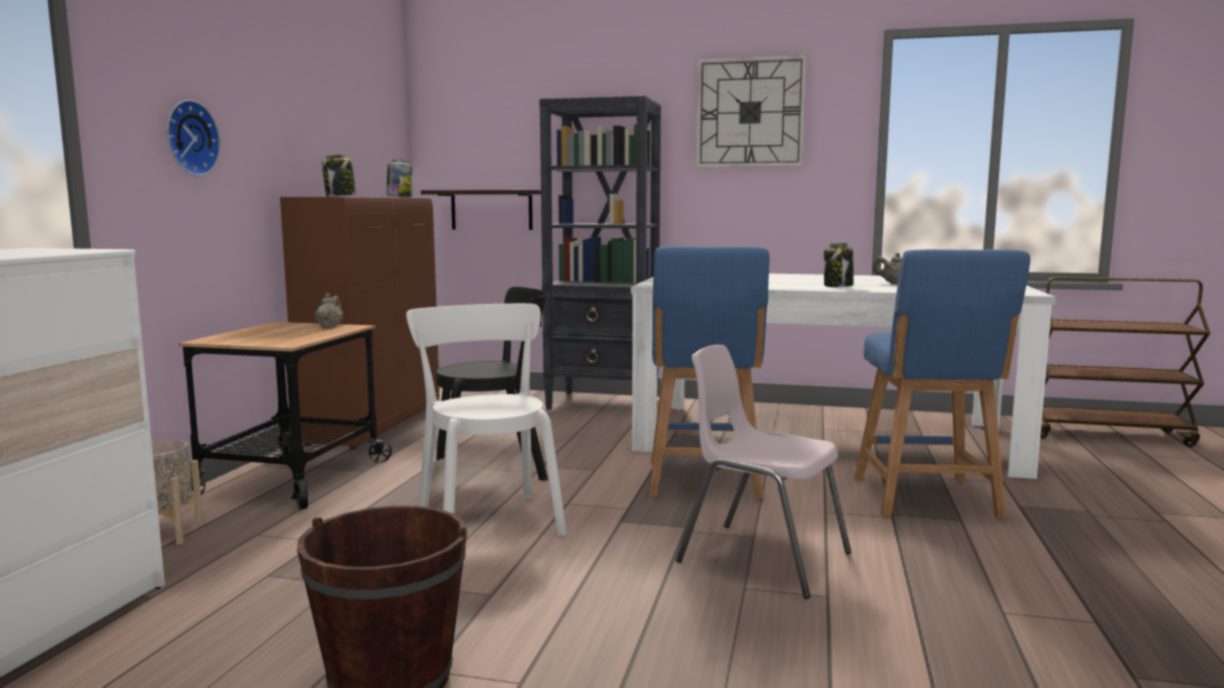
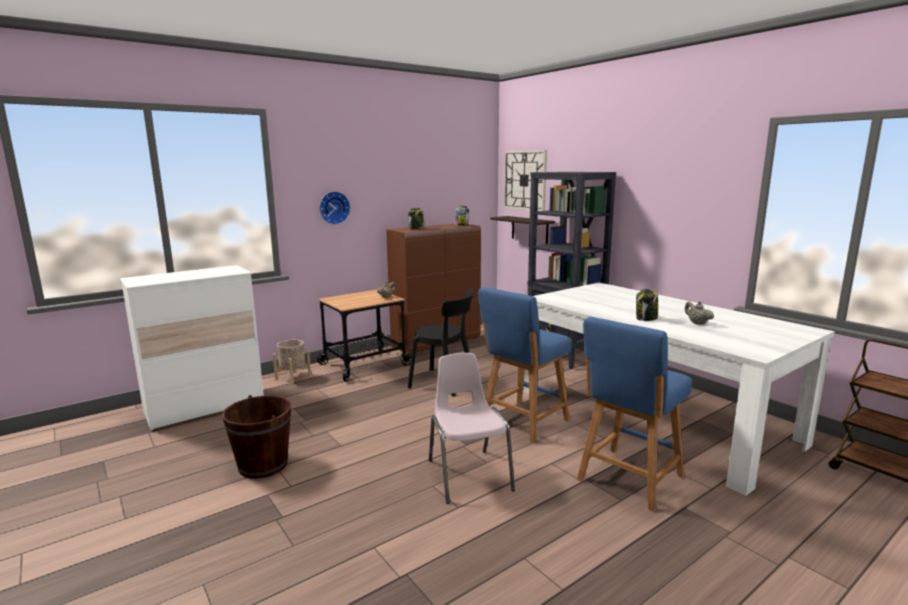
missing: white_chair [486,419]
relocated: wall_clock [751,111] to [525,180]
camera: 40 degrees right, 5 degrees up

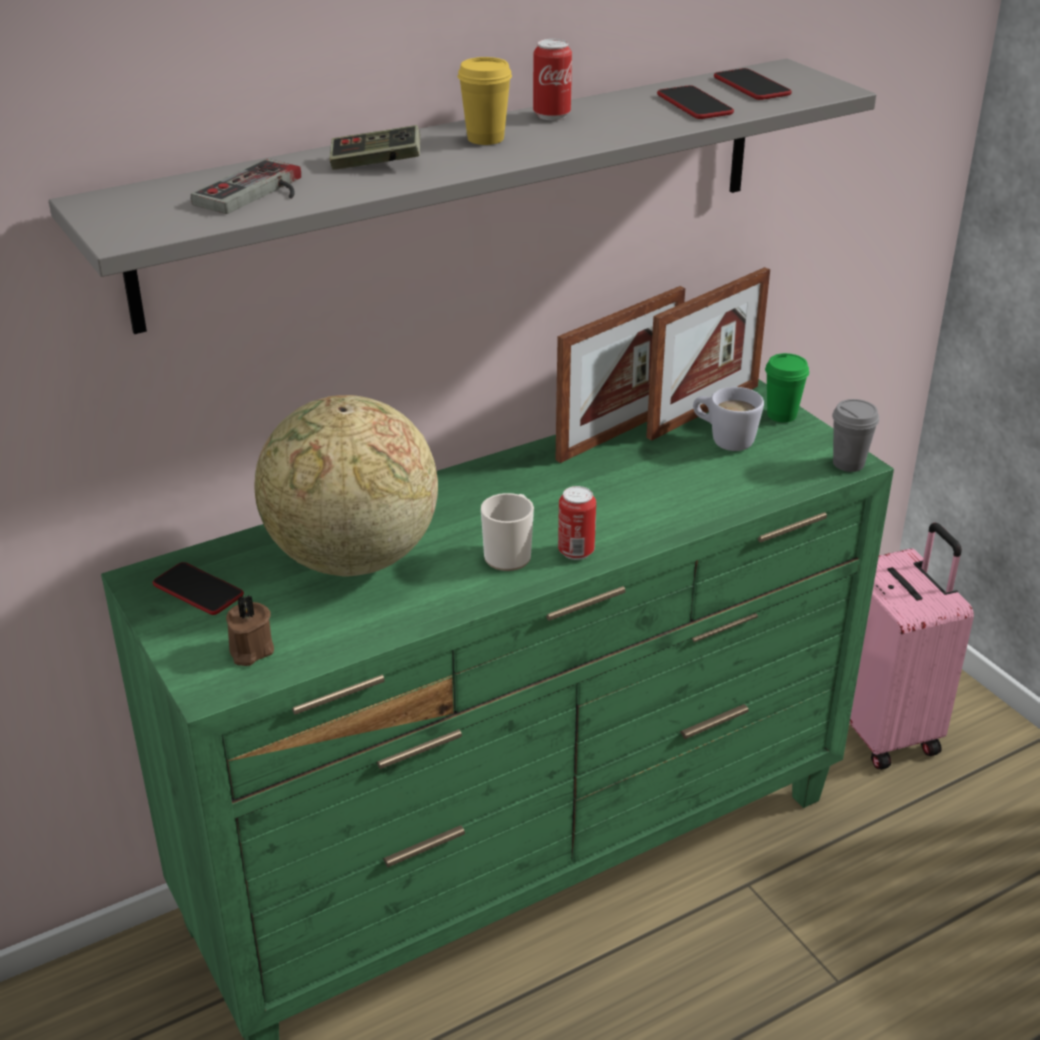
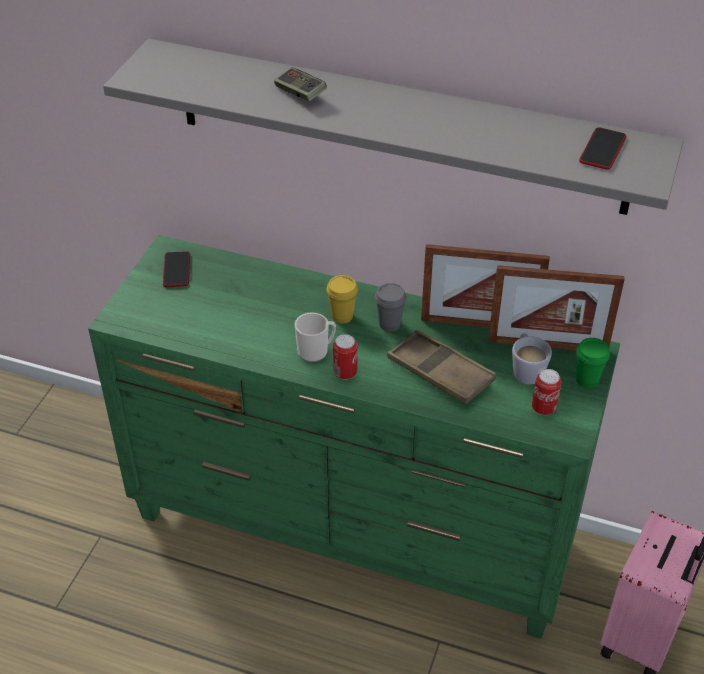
missing: game_controller [246,186]; brown_candle [250,630]; globe [346,486]; phone [695,102]
appeared: brown_tray [441,367]
relocated: yellow_cup [485,101] to [342,299]; can [552,79] to [546,392]; grey_cup [855,435] to [391,307]
camera: 50 degrees right, 10 degrees up

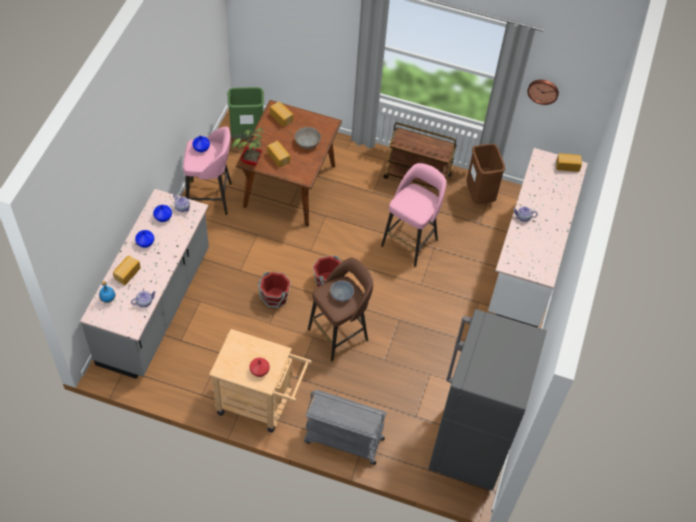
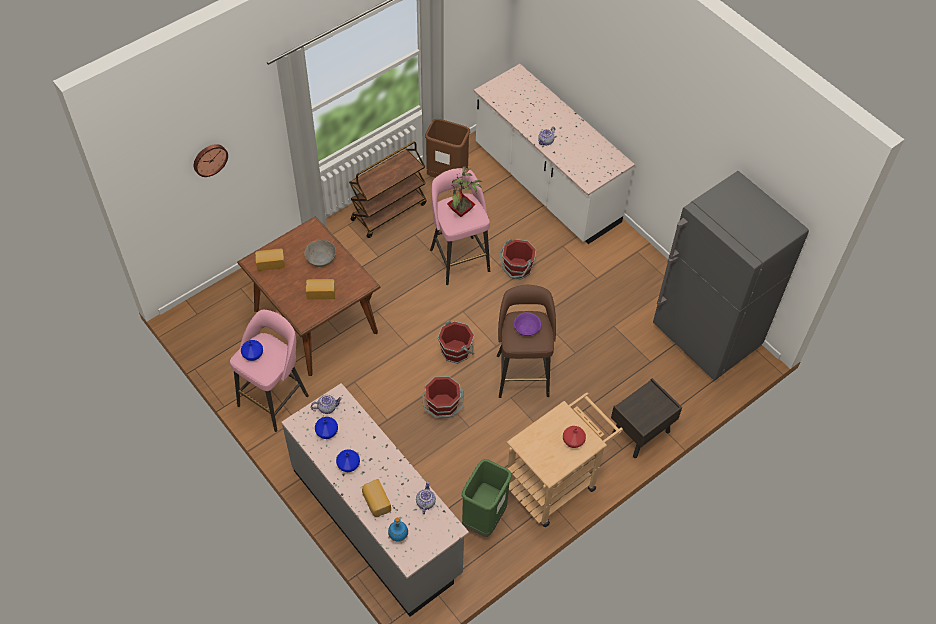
missing: bread [569,162]
appeared: red_bucket [517,259]
relocated: green_trash_can [246,113] to [487,498]; potted_plant [248,146] to [464,191]; wall_clock [543,92] to [211,160]
exchanged: grey_cart [345,427] to brown_nightstand [646,418]
colour: grey_bowl [342,291] to purple_bowl [527,324]
camera: 55 degrees left, 0 degrees up

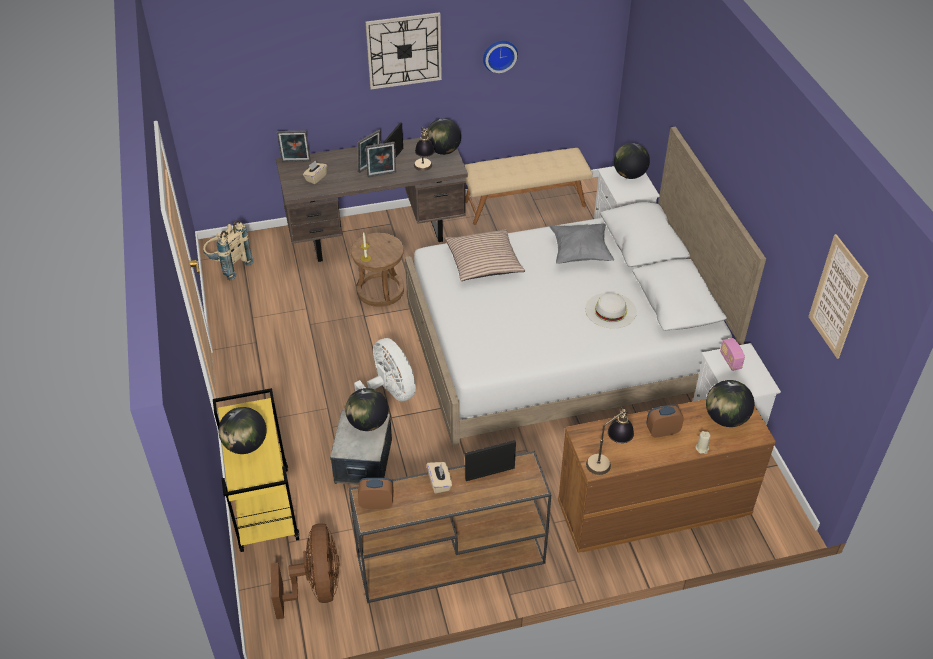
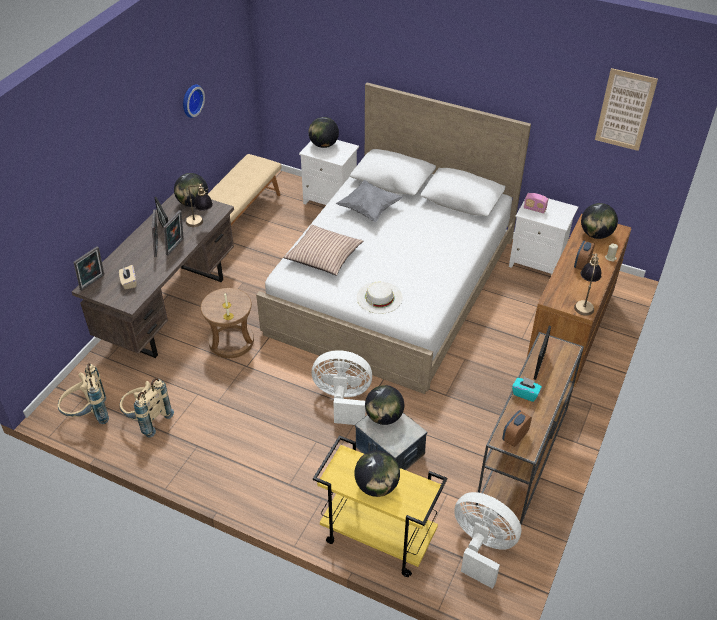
missing: wall_clock [403,50]
appeared: beige_backpack [147,408]
relocated: white_hat [611,310] to [380,298]
colour: brown_fan [305,571] to white_fan [488,540]; beige_tissue_box [439,478] to turquoise_tissue_box [527,389]
camera: 50 degrees left, 0 degrees up

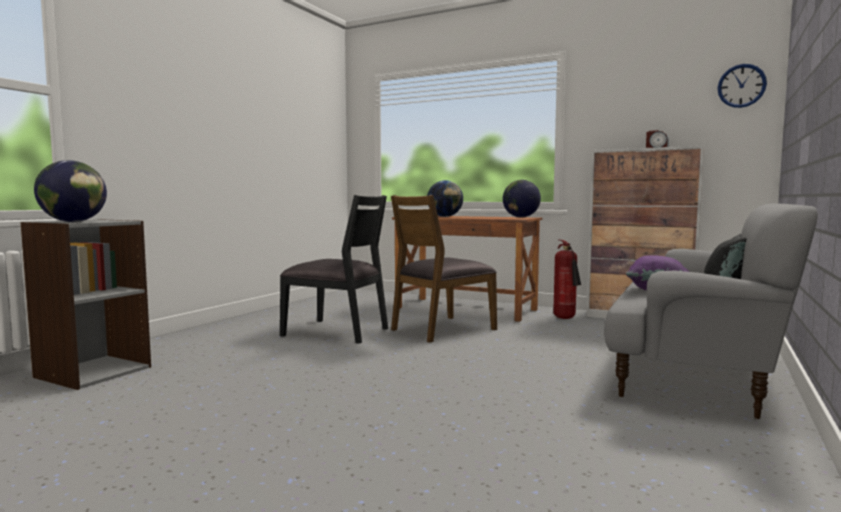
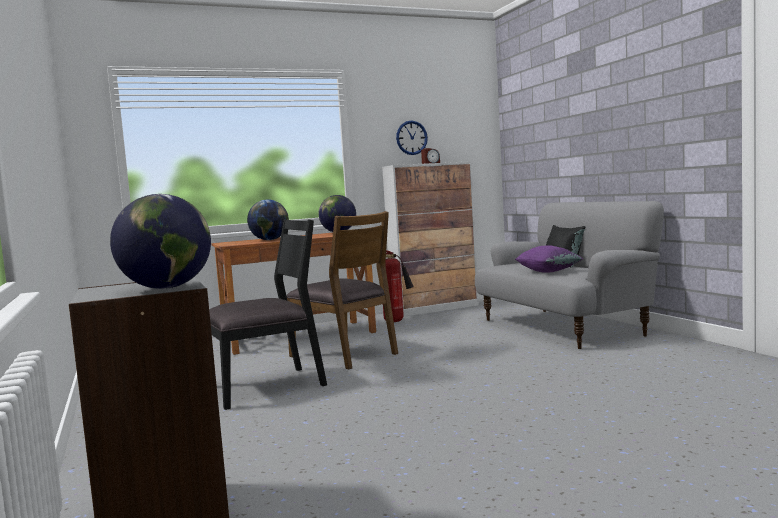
relocated: wall_clock [742,86] to [412,138]
spun: brown_chair [444,269] = [342,290] 45 degrees counterclockwise
camera: 50 degrees left, 0 degrees up

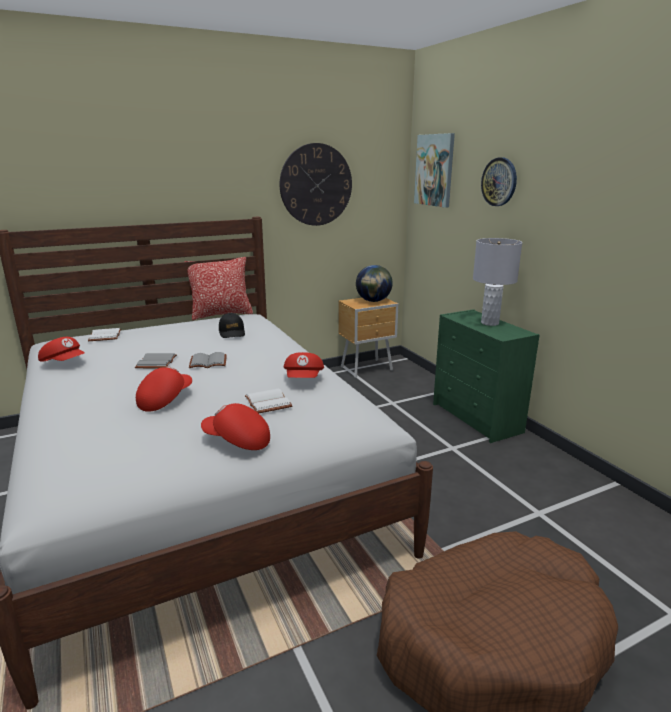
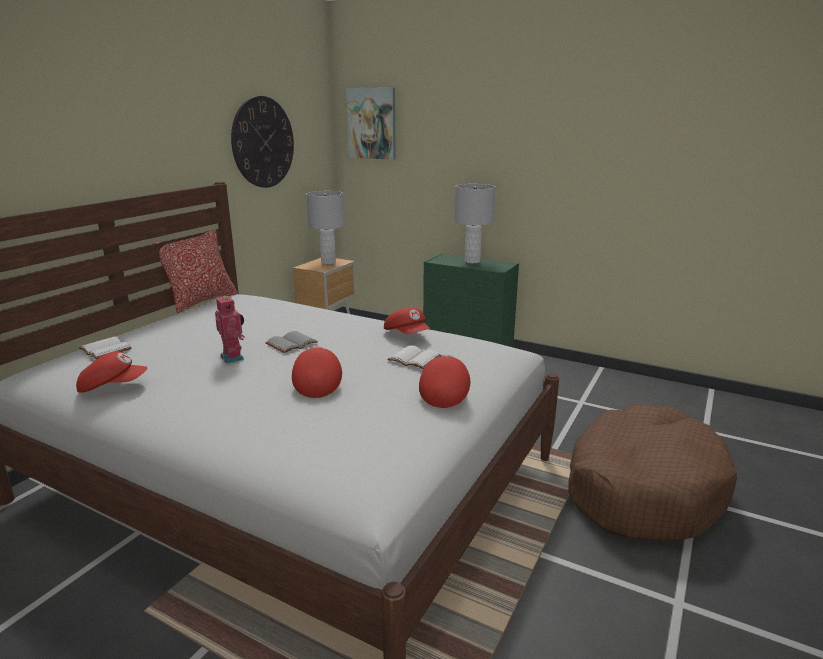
missing: black_cap [232,325]; wall_clock [499,182]
exchanged: grey_book [156,360] to toy_robot [230,329]; globe [374,283] to grey_table_lamp [325,227]
spun: red_cap [235,426] = [444,381] 120 degrees clockwise
camera: 35 degrees left, 0 degrees up

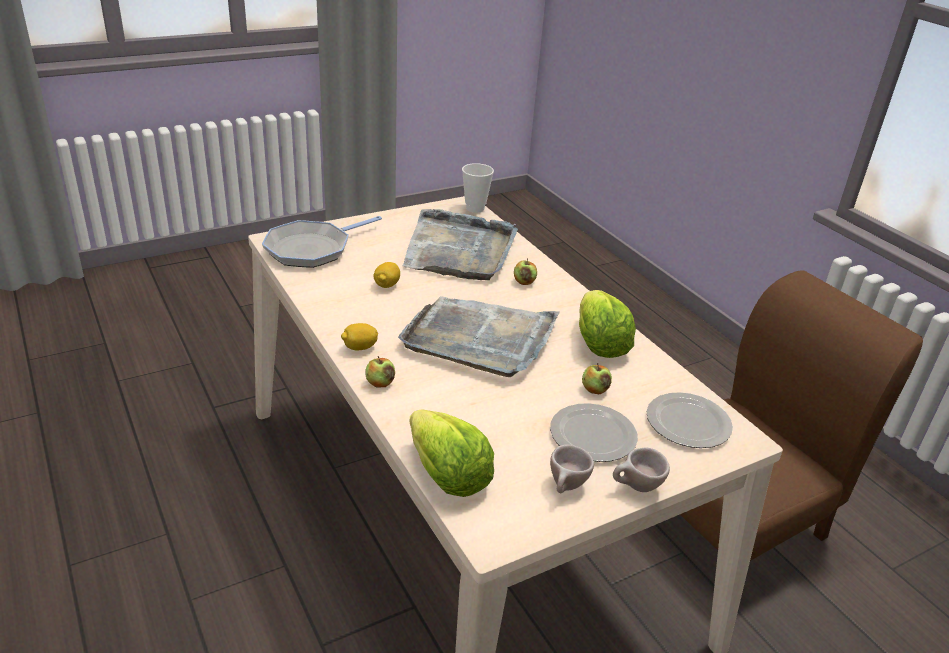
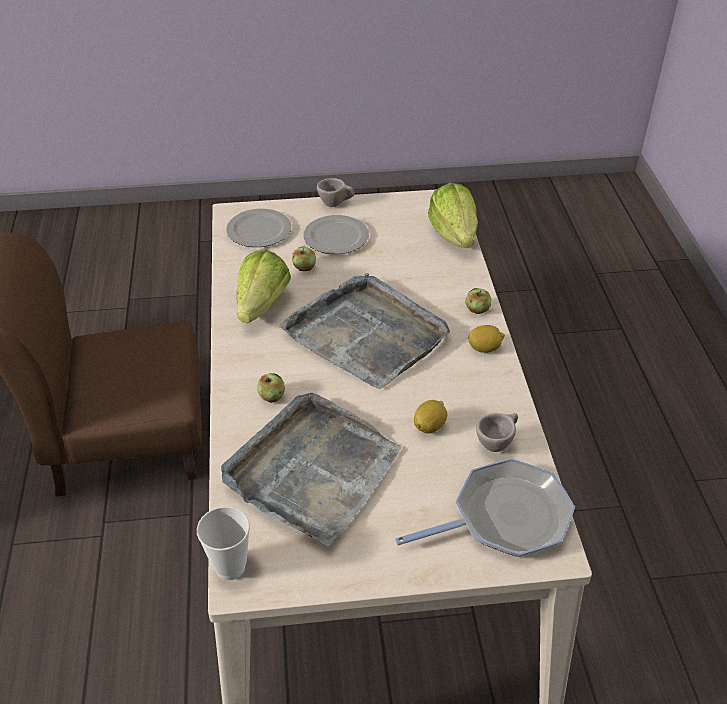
relocated: beige_cup [572,469] to [497,432]
camera: 155 degrees left, 10 degrees up

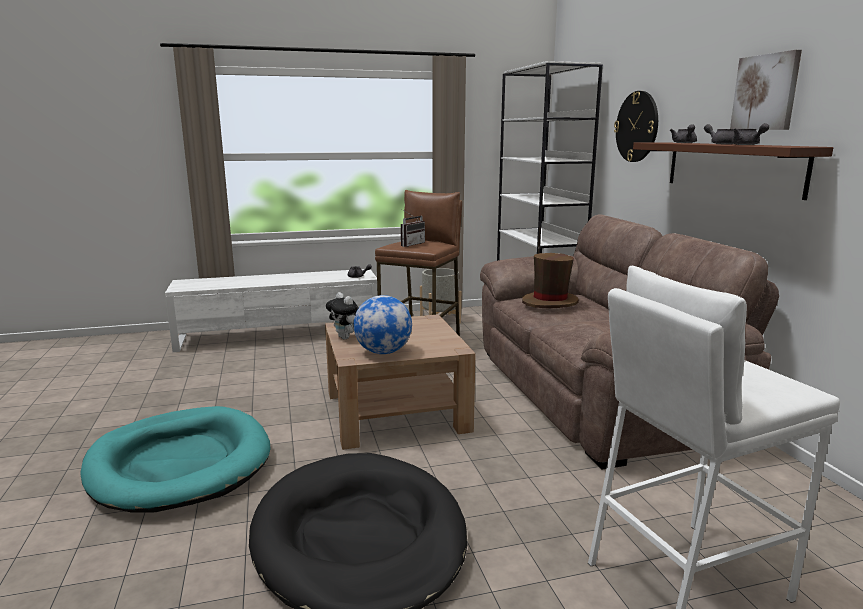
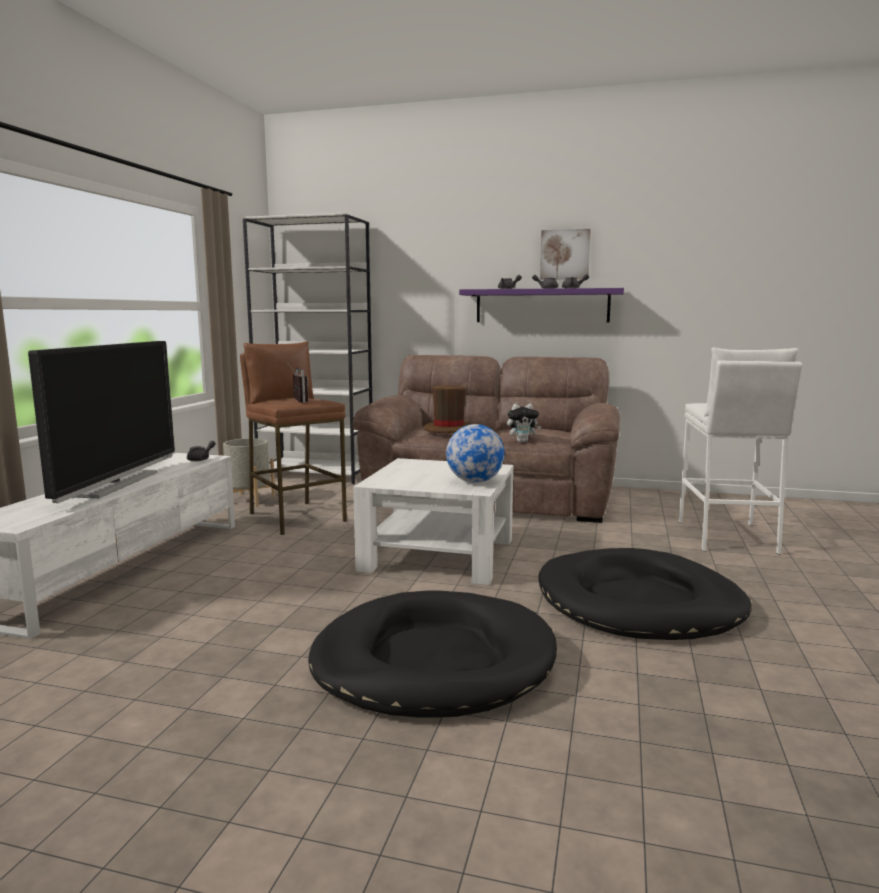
missing: wall_clock [636,126]
appeared: television [101,422]
relocated: plush_toy [342,315] to [524,423]
colour: turquoise_dog_bed [175,459] to black_dog_bed [432,653]; brown_coffee_table [400,382] to white_coffee_table [433,521]; brown_shelf [733,171] to purple_shelf [541,305]
camera: 60 degrees left, 5 degrees down

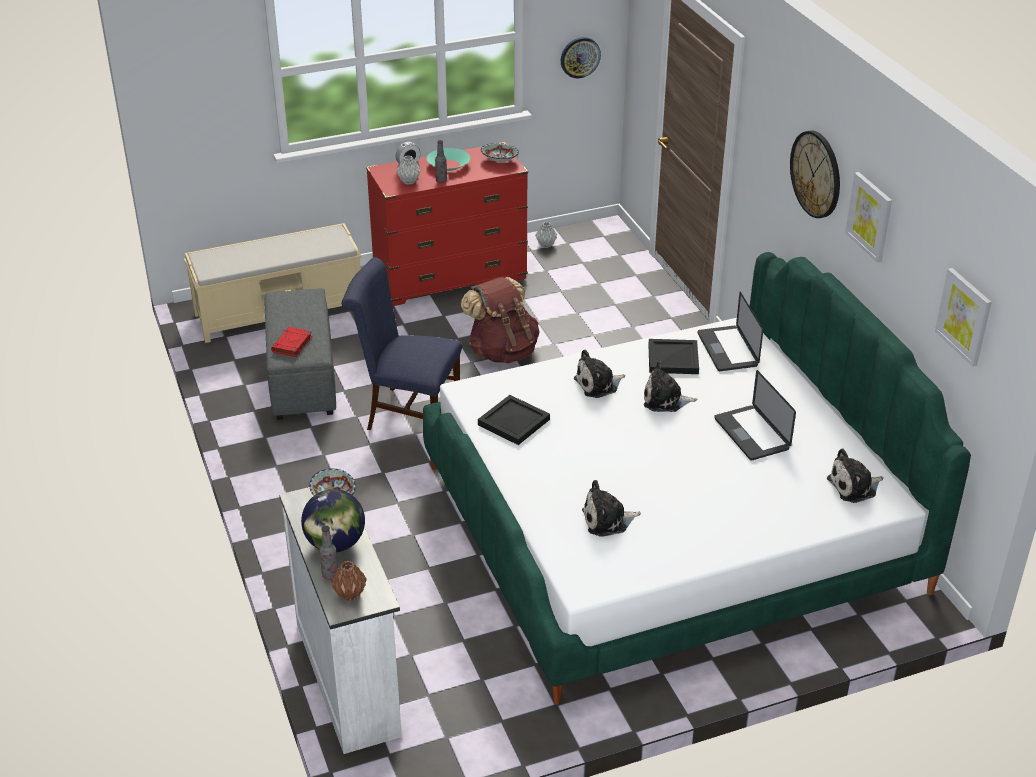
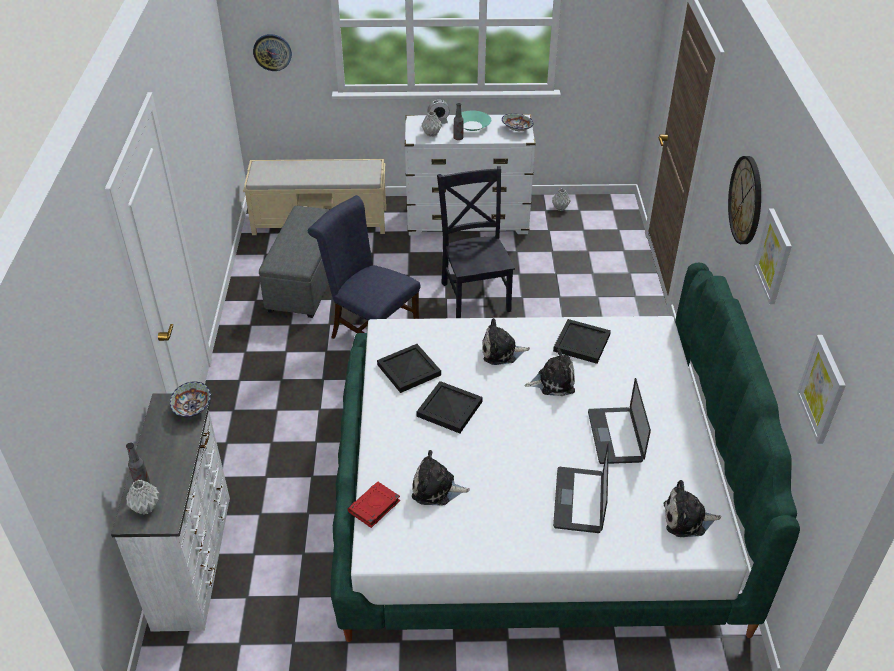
missing: globe [333,520]
appeared: black_tray [449,407]
relocated: red_book [291,342] to [374,505]; wall_clock [581,57] to [272,52]; laptop [730,331] to [581,487]
exchanged: brown_backpack [500,320] to black_chair [476,242]
colour: brown_vase [349,581] to grey_vase [143,497]; red_dresser [447,224] to white_dresser [470,174]
spun: plush_toy [671,387] = [550,372] 150 degrees clockwise
camera: 20 degrees right, 5 degrees up

